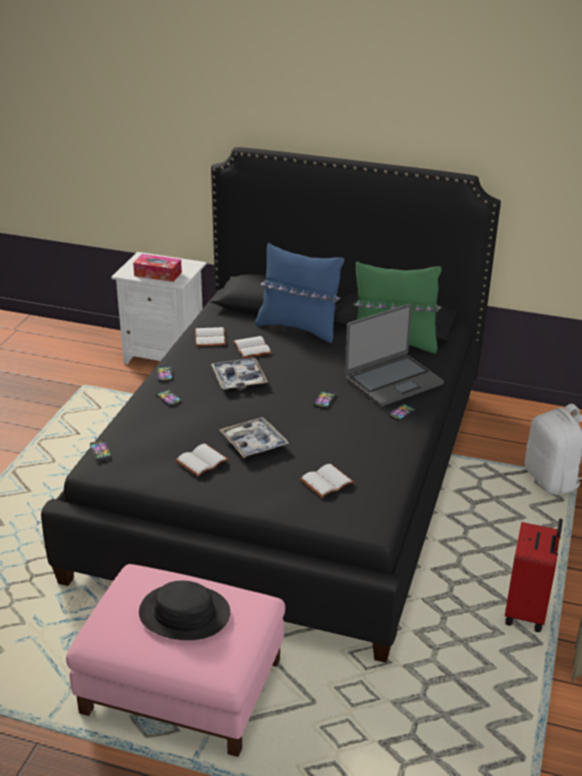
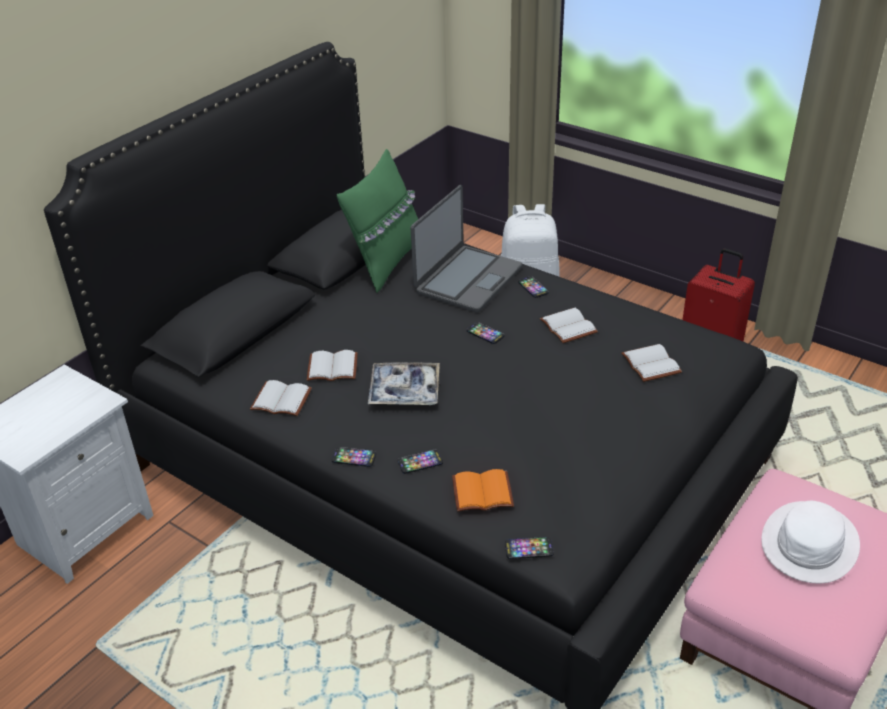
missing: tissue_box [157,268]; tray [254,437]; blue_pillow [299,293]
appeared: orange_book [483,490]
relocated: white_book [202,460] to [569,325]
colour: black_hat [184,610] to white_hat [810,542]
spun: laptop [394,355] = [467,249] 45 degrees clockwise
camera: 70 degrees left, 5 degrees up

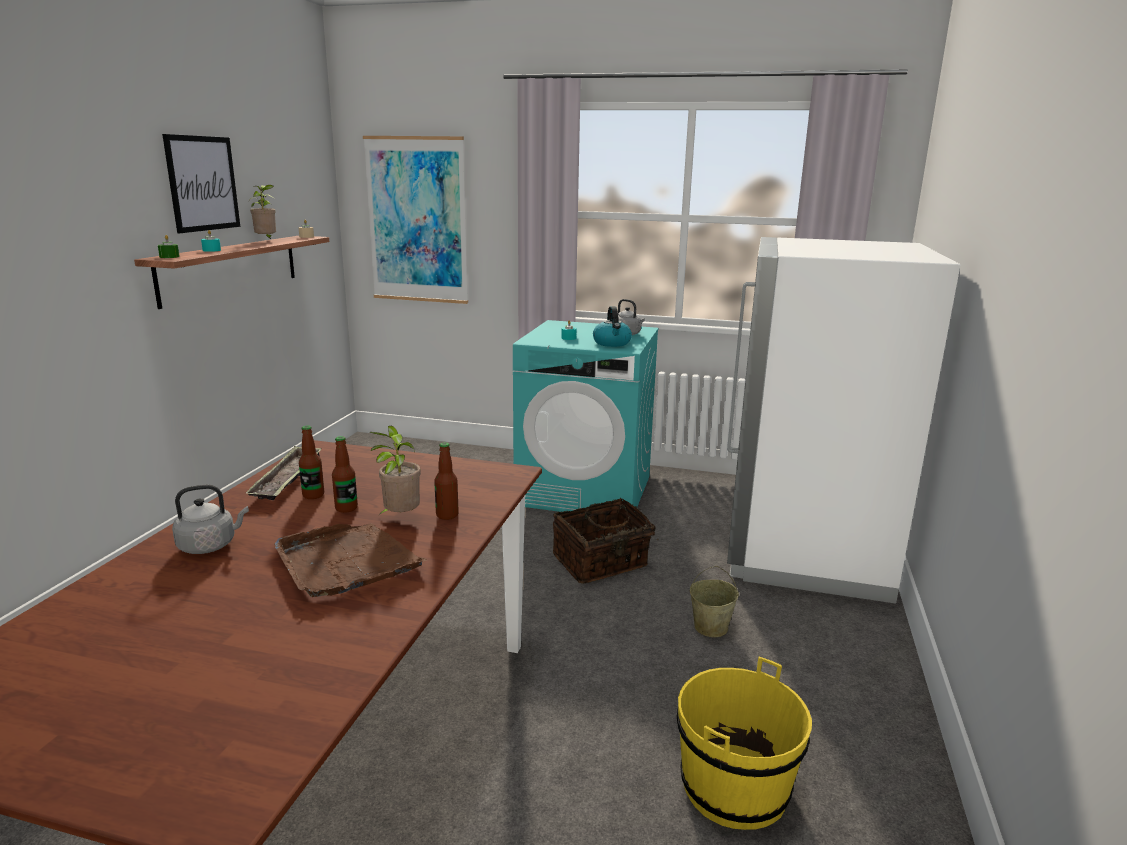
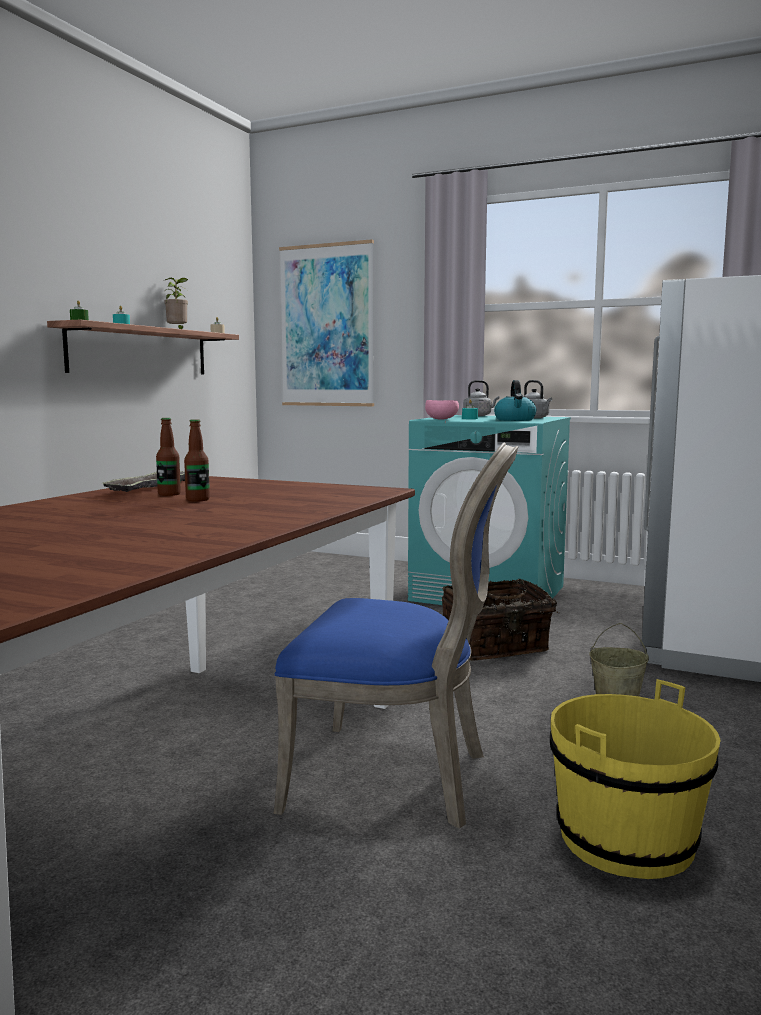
missing: picture [201,183]; brown_tray [350,560]; potted_plant [395,470]; bottle [446,481]
appeared: blue_chair [396,635]; pink_bowl [442,410]
relocated: grey_kettle [210,519] to [481,398]
camera: 10 degrees right, 10 degrees down

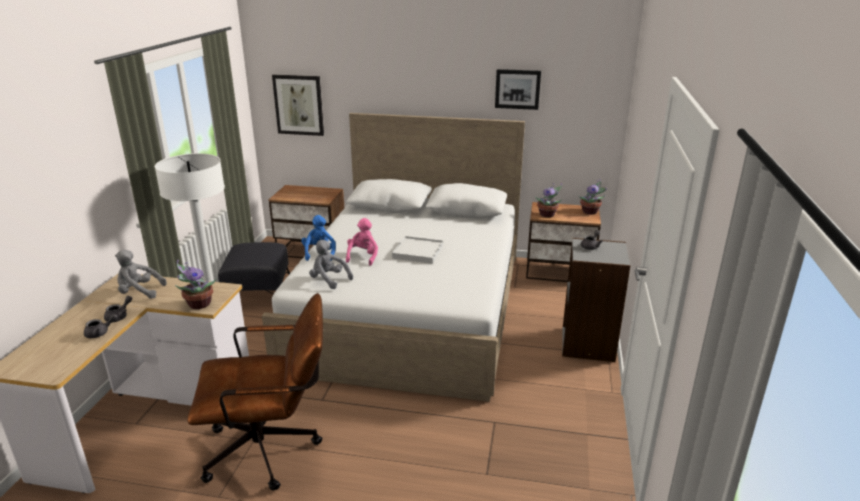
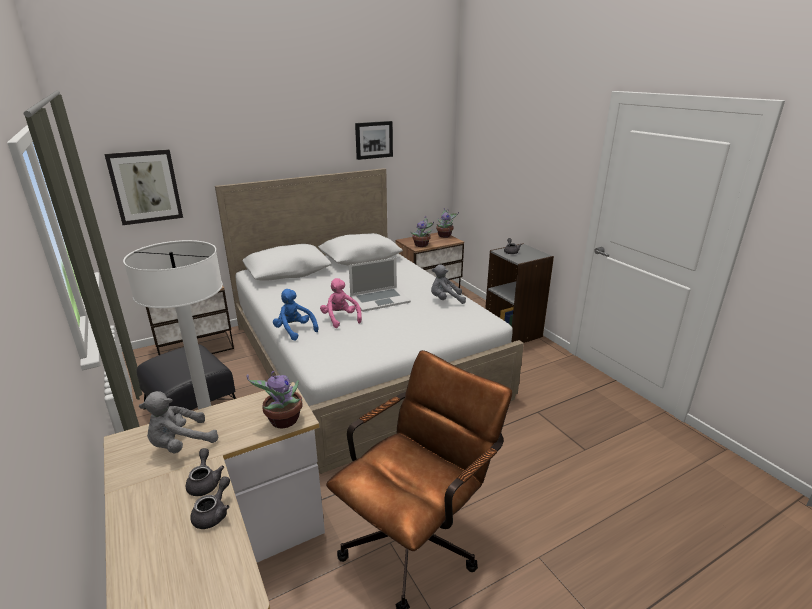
relocated: grey_plush_toy [331,264] to [448,284]
exchanged: white_tray [417,250] to laptop [380,285]
camera: 40 degrees left, 0 degrees up

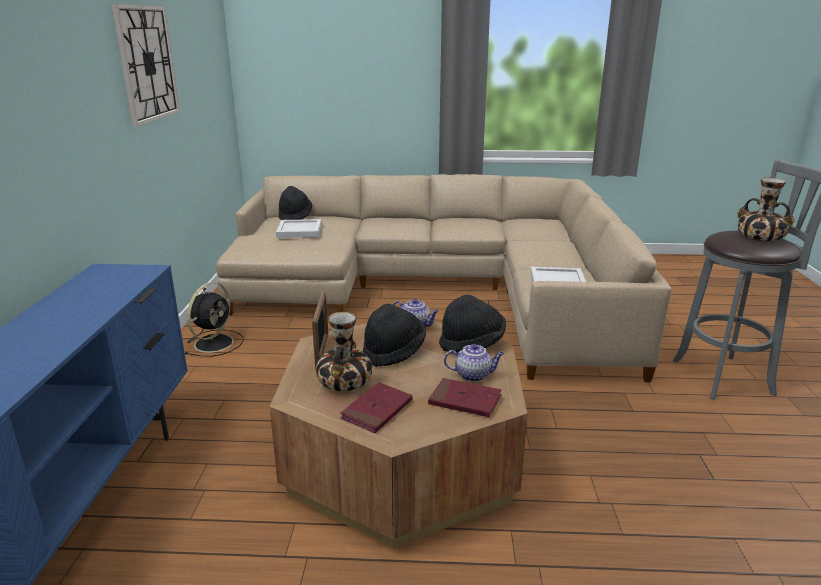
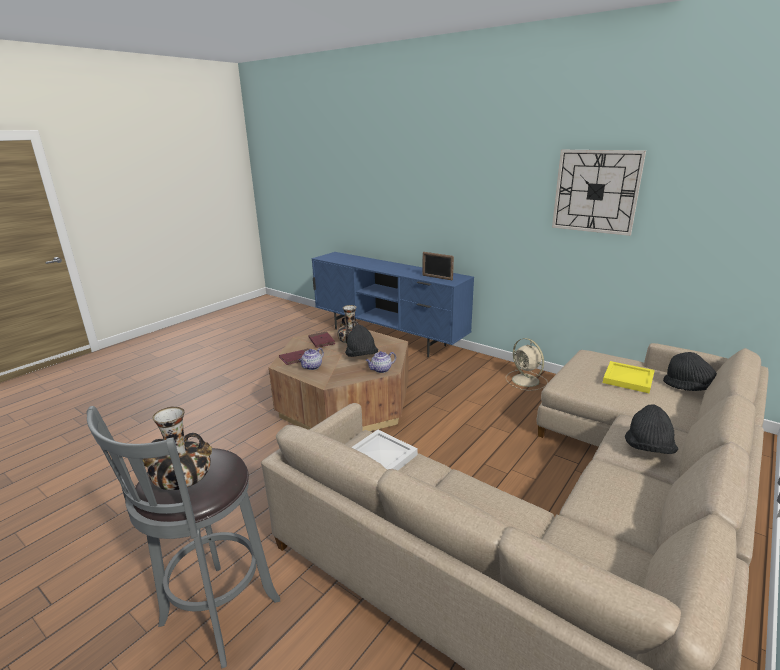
relocated: picture_frame [320,330] to [438,266]; black_hat [472,324] to [651,429]
colour: black_fan [214,319] to beige_fan [527,364]; white_tray [298,228] to yellow_tray [629,377]
camera: 125 degrees right, 0 degrees up

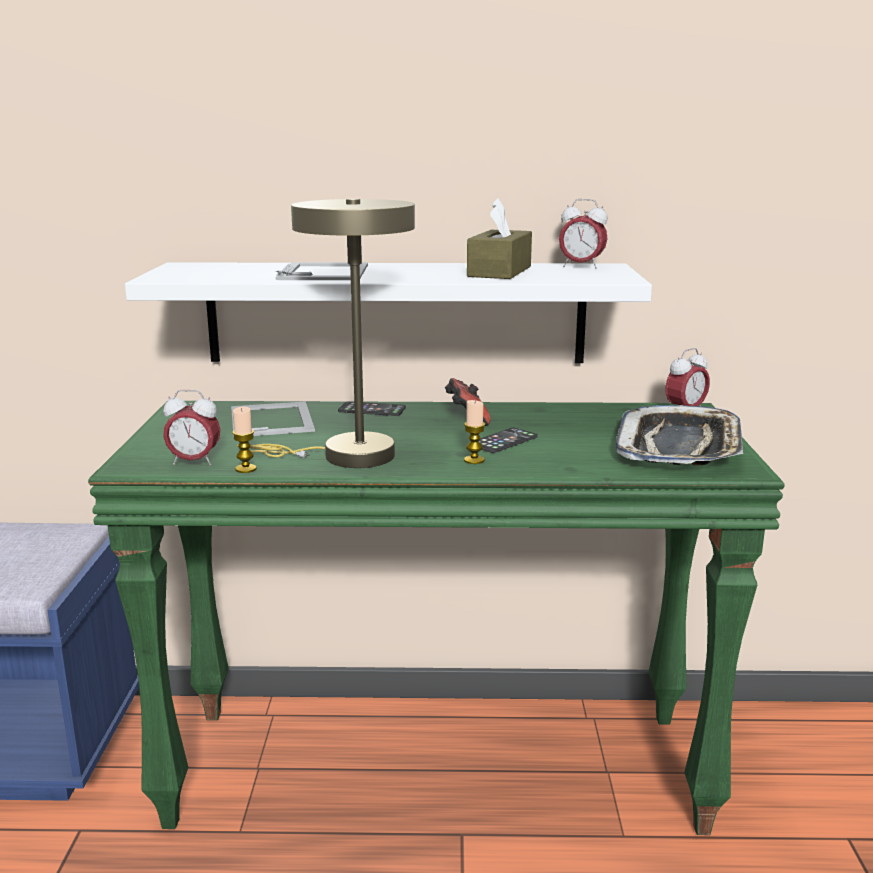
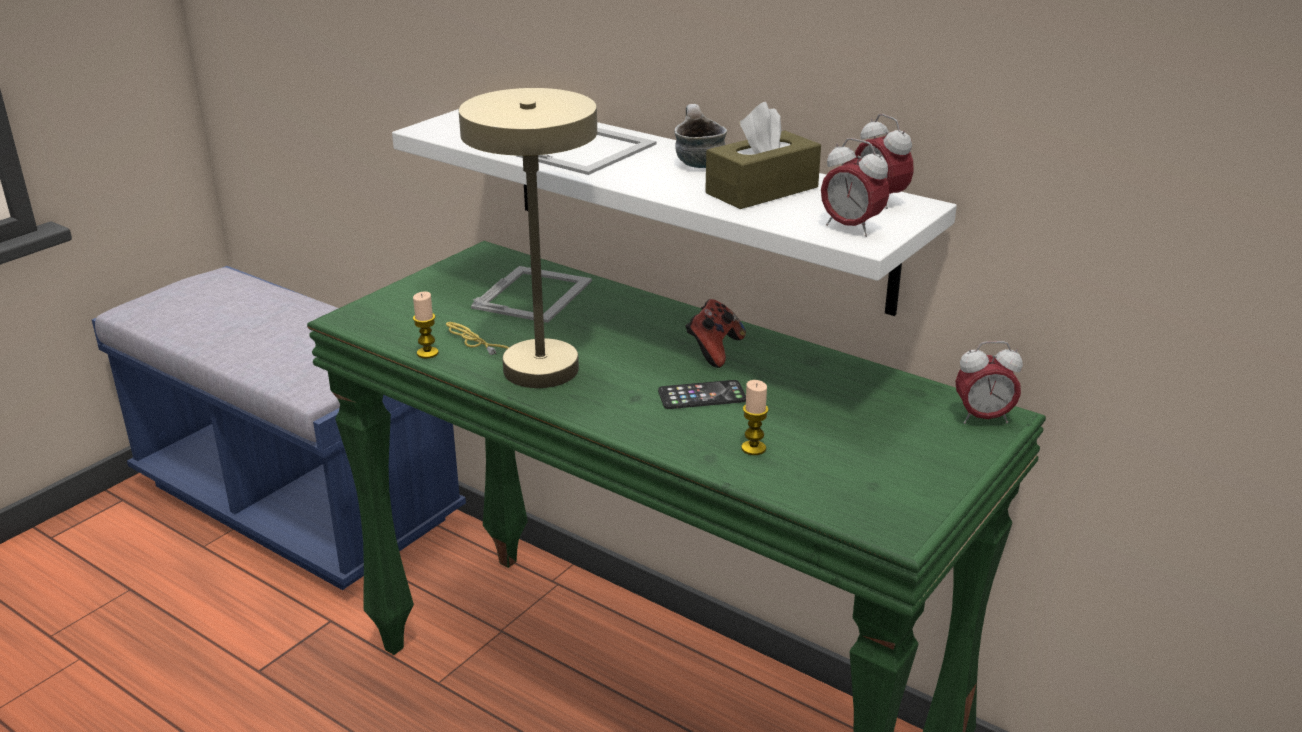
missing: phone [372,408]; tray [679,435]
appeared: mug [700,136]
relocated: alarm_clock [192,428] to [855,187]; candle [474,432] to [755,417]
camera: 35 degrees right, 10 degrees up

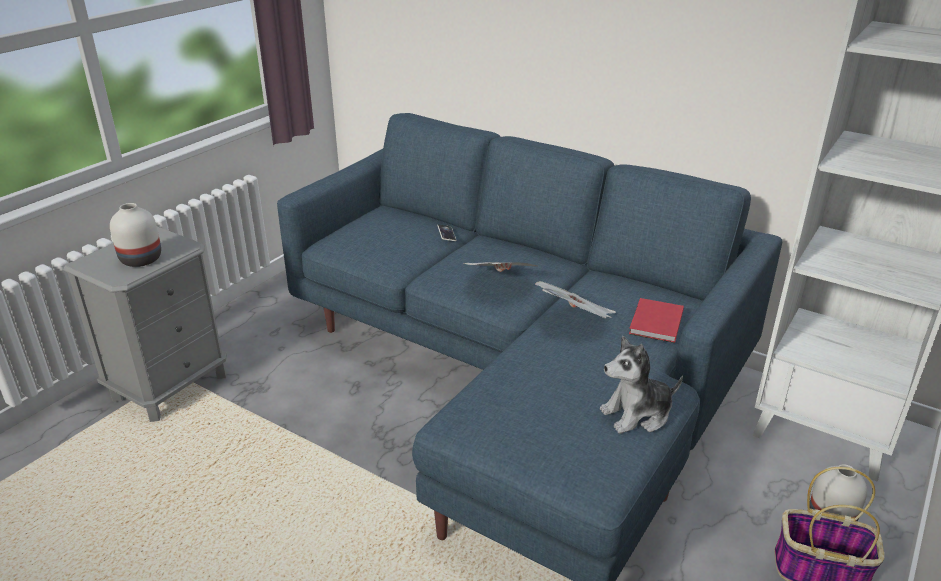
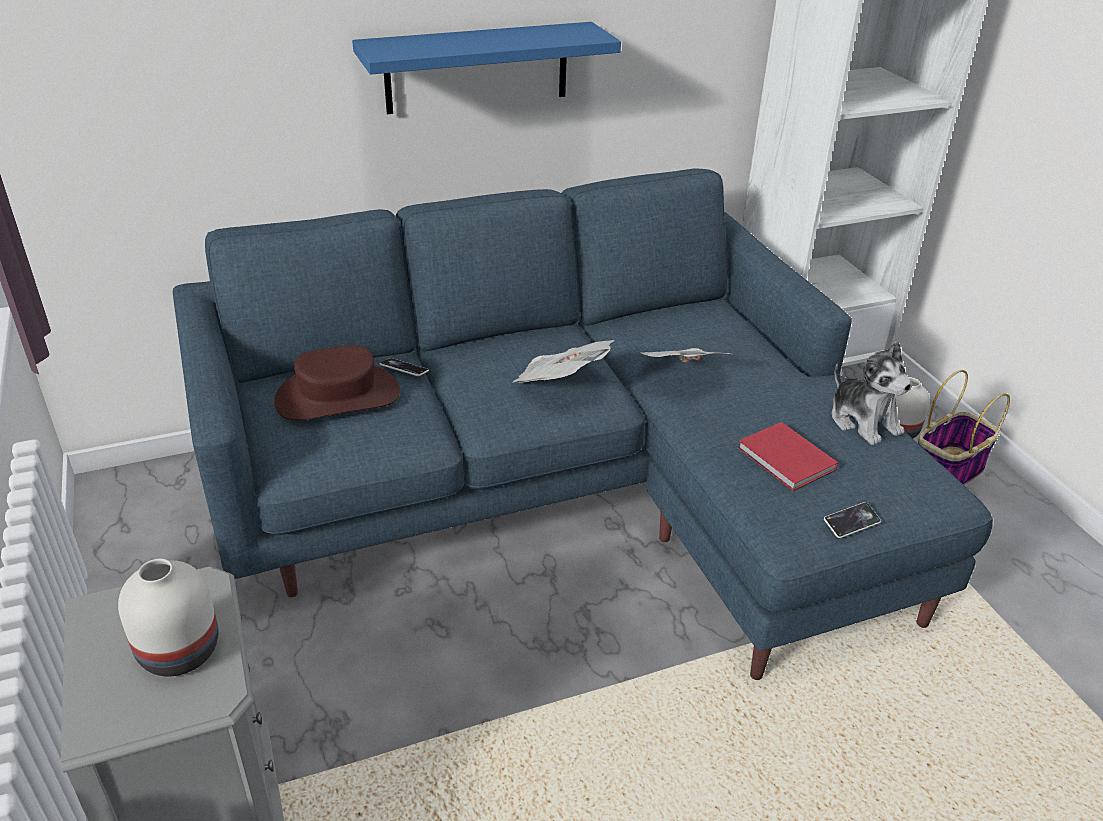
appeared: brown_hat [337,382]; blue_shelf [486,68]; phone [852,520]
relocated: red_book [656,320] to [788,456]
spun: plush_toy [641,385] = [872,393] 45 degrees counterclockwise
camera: 55 degrees left, 5 degrees up

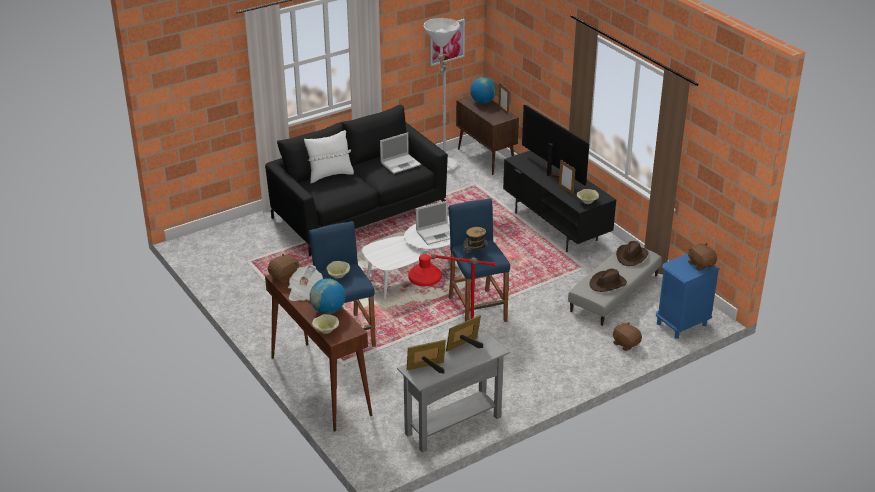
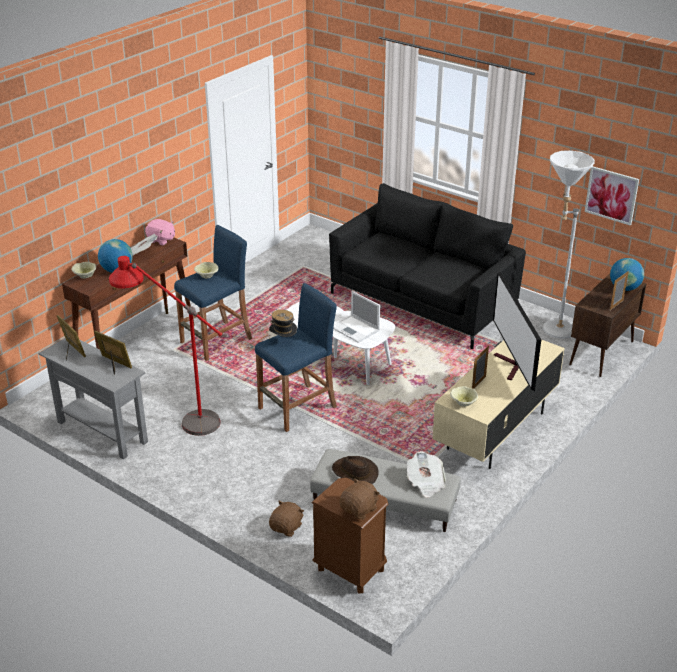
missing: white_pillow [329,156]; laptop [400,153]
exchanged: brown_hat [632,253] to newspaper [426,474]
colour: brown_plush_toy [283,268] to pink_plush_toy [160,232]; black_tv_stand [559,201] to beige_tv_stand [498,404]; blue_nightstand [688,296] to brown_nightstand [349,536]
spun: television [555,145] = [517,331] 135 degrees clockwise
camera: 70 degrees right, 0 degrees up

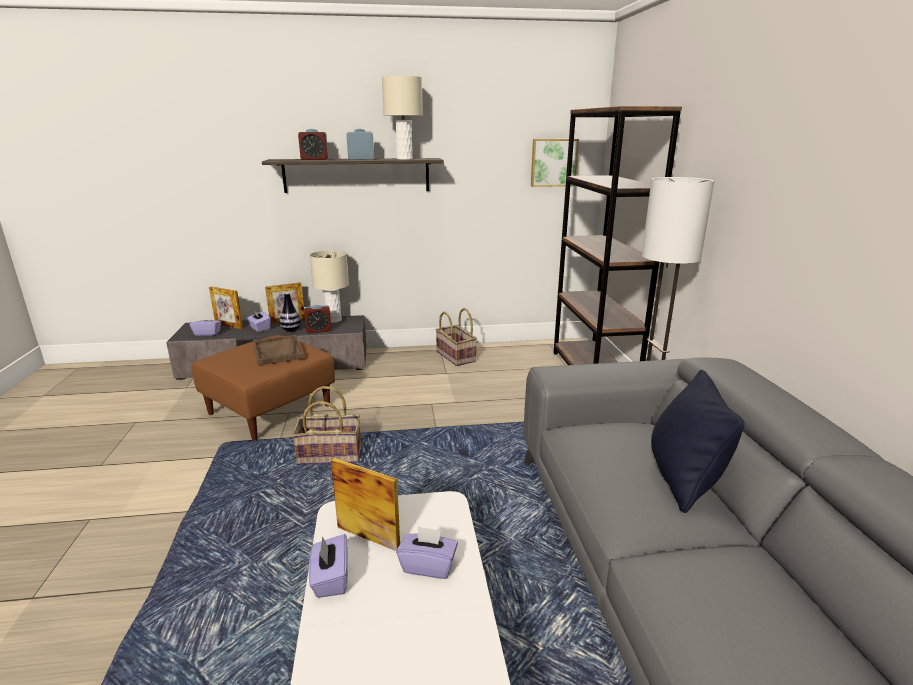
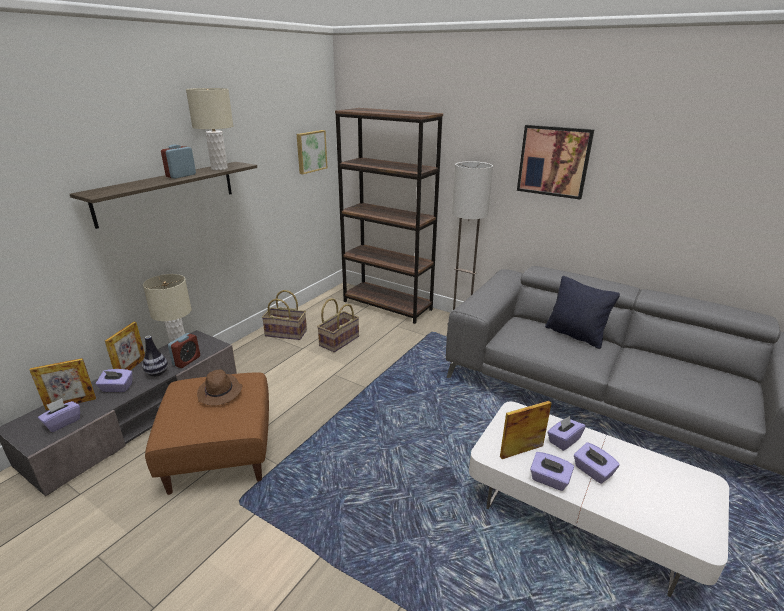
missing: alarm_clock [313,144]
appeared: picture [555,162]; purple_tissue_box [597,463]
relocated: basket [326,425] to [338,325]
exchanged: brown_tray [279,350] to brown_hat [219,387]
camera: 50 degrees left, 5 degrees up

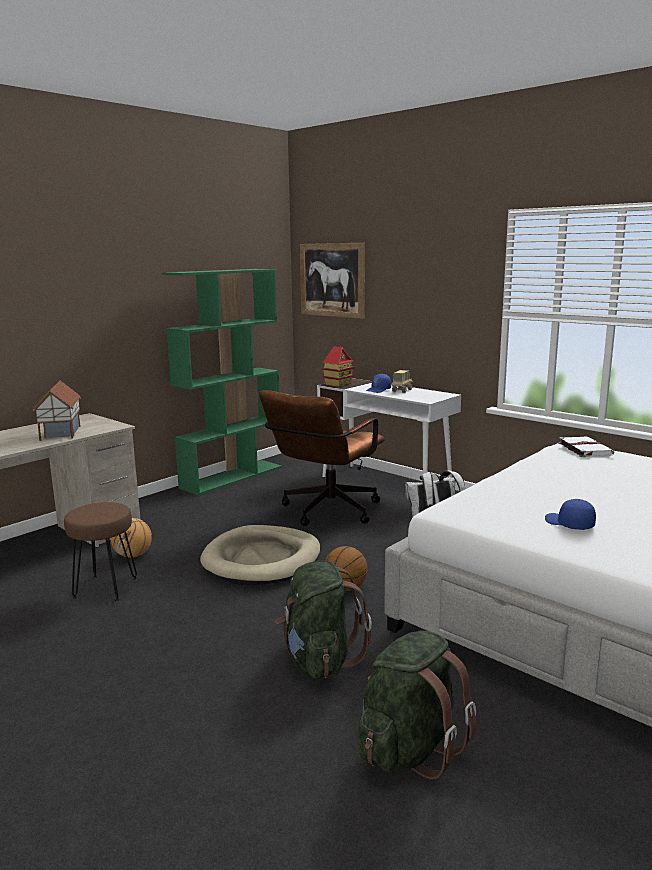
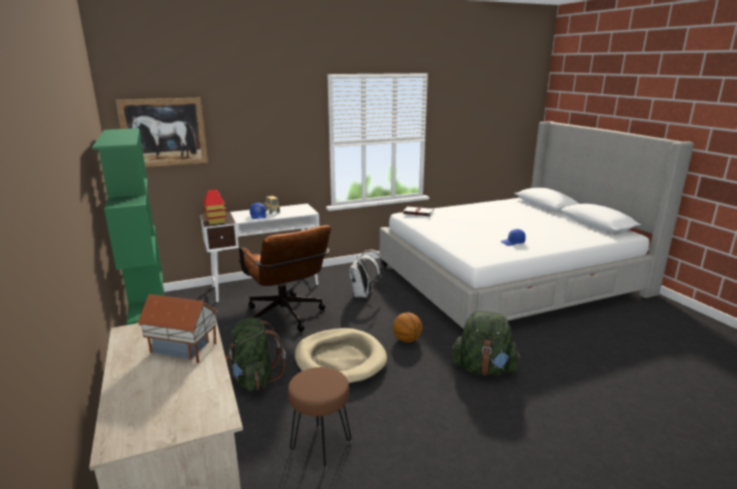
missing: basketball [131,538]
relocated: green_backpack [417,705] to [255,354]
camera: 65 degrees left, 5 degrees up

